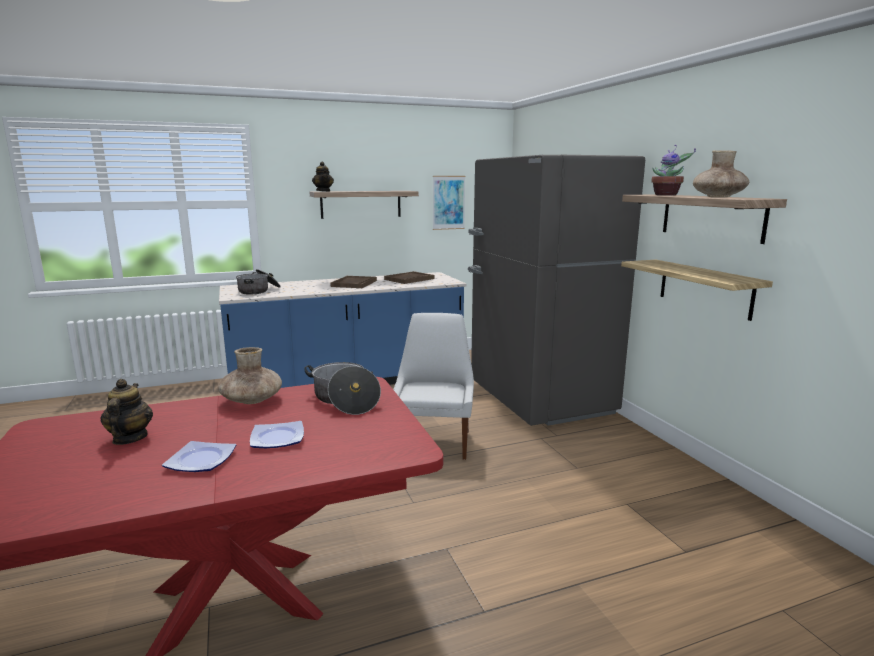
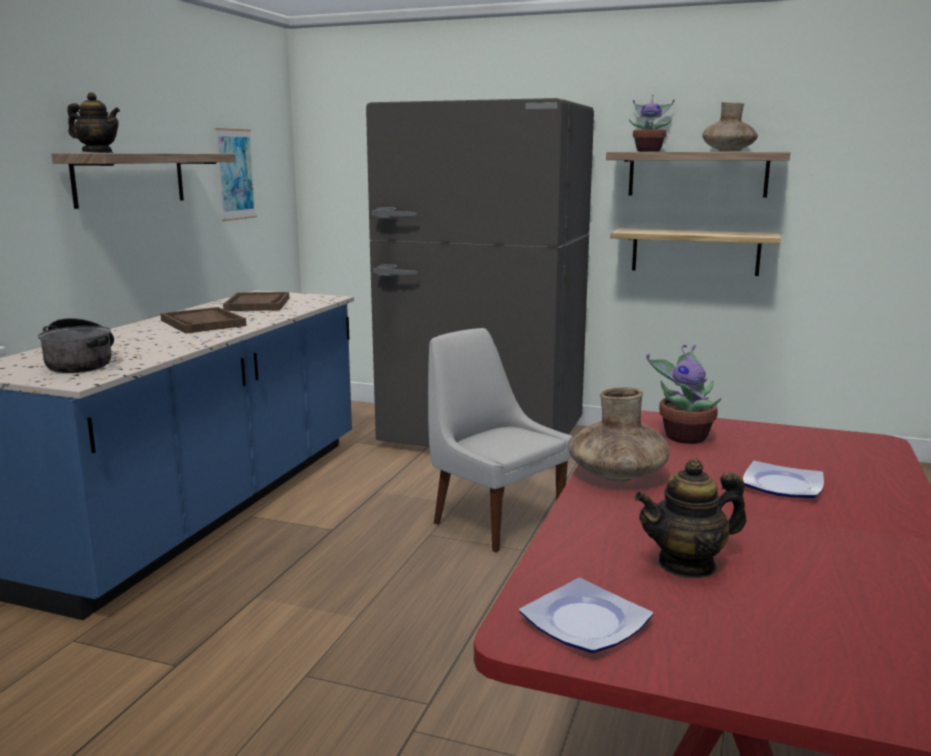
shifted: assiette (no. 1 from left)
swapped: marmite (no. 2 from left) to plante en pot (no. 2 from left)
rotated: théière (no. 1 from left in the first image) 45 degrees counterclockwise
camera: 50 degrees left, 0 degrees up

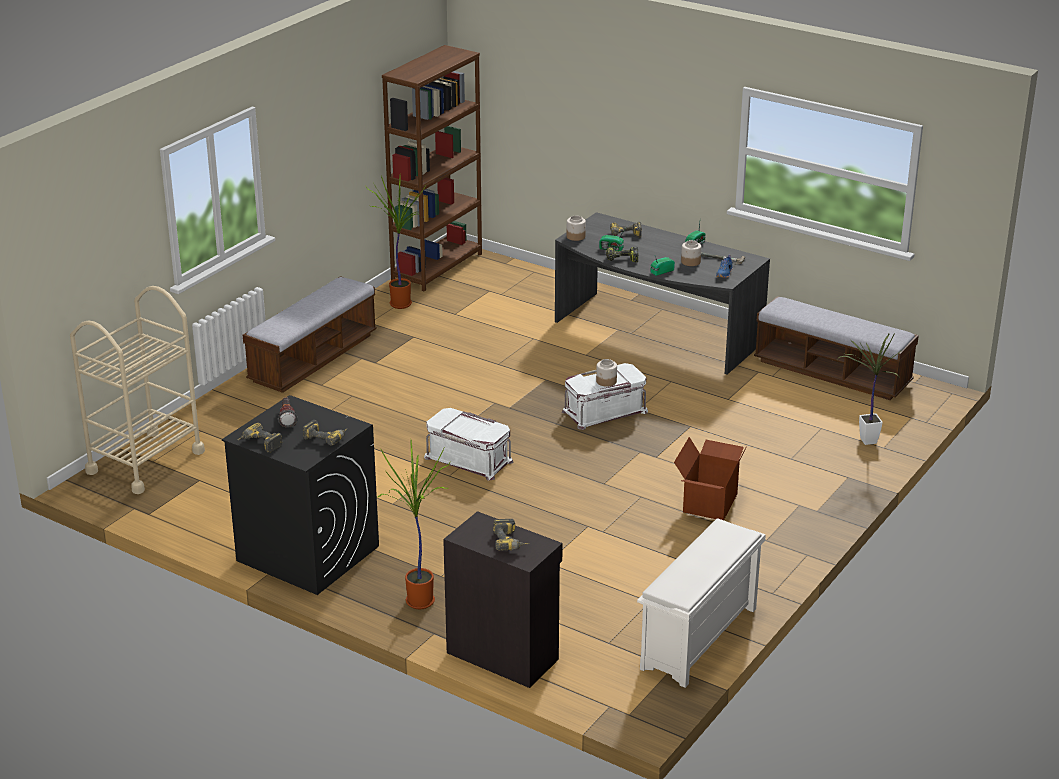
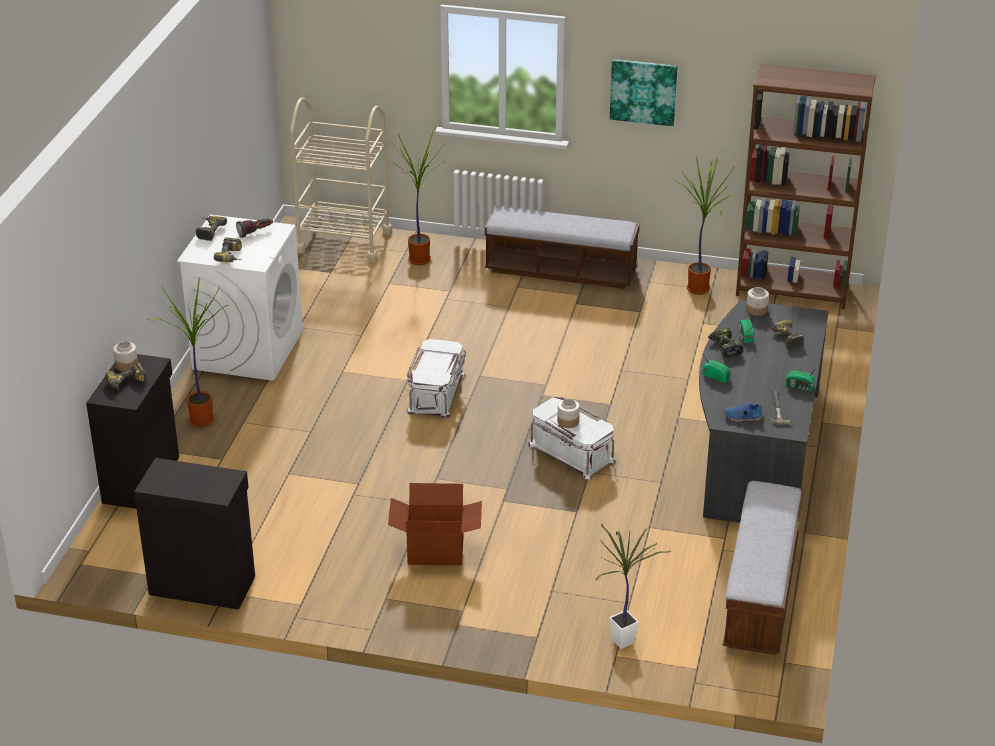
new: plante en pot (no. 2 from left); tableau
shifted: bocal (no. 3 from left in the first image) to bocal (no. 1 from left)
swapped: étagère à chaussures/blanc to meuble de rangement/noir (no. 2 from left)
repainted: lave-linge/noir to lave-linge/blanc
camera: 70 degrees right, 5 degrees up

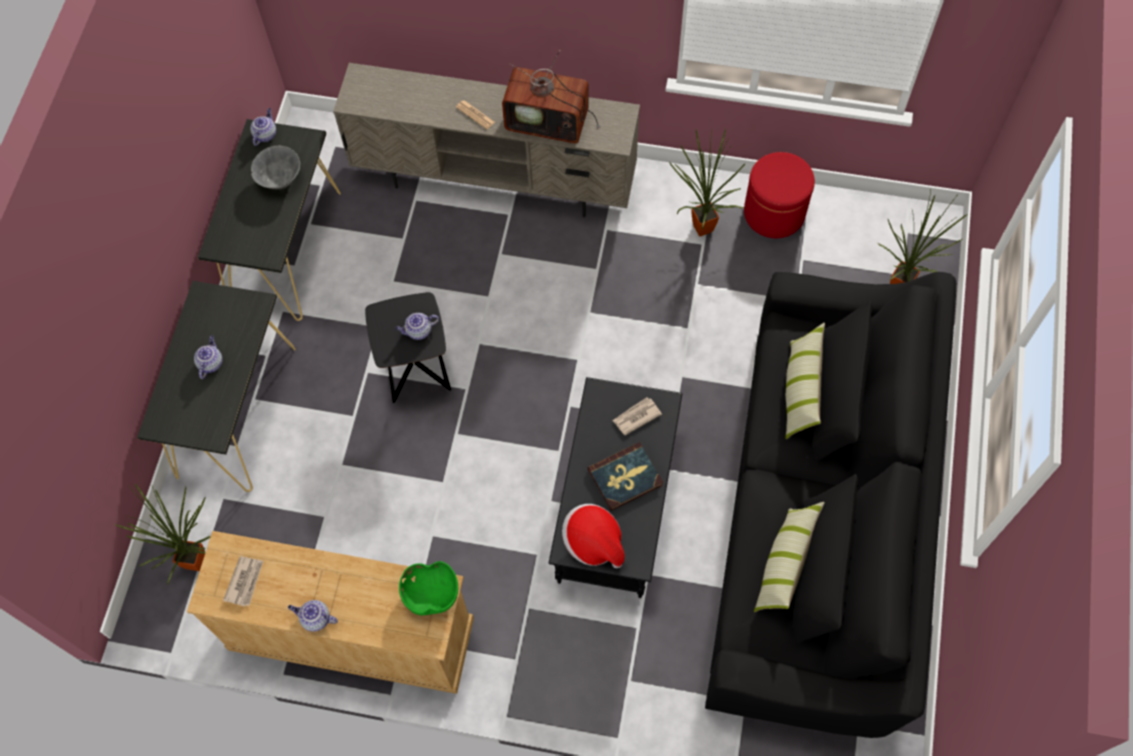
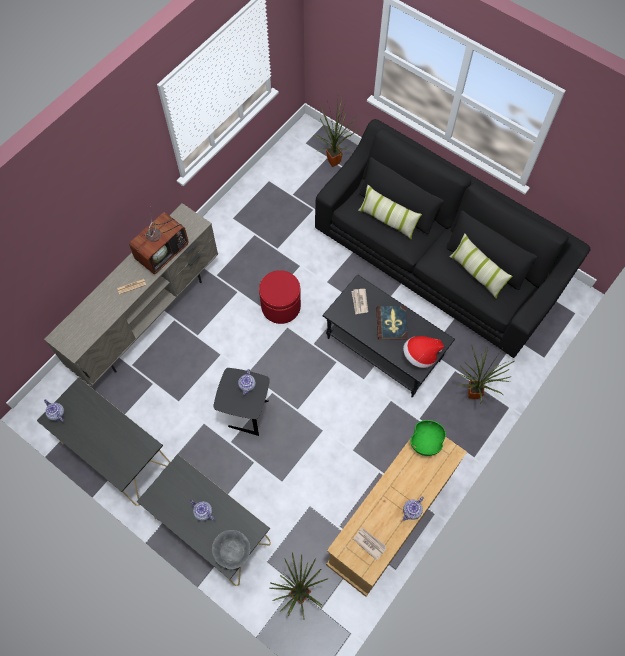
shifted: bol/gris; pouf/rouge; plante en pot (no. 2 from left in the first image) to plante en pot (no. 3 from left)
camera: 65 degrees left, 0 degrees up

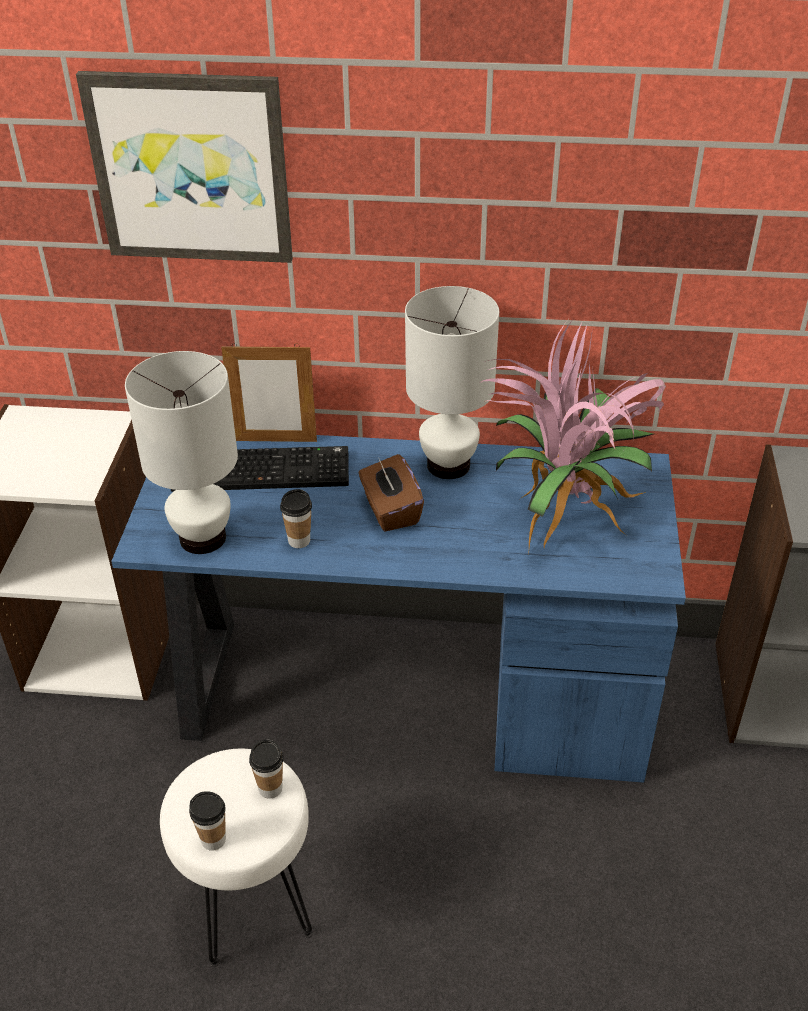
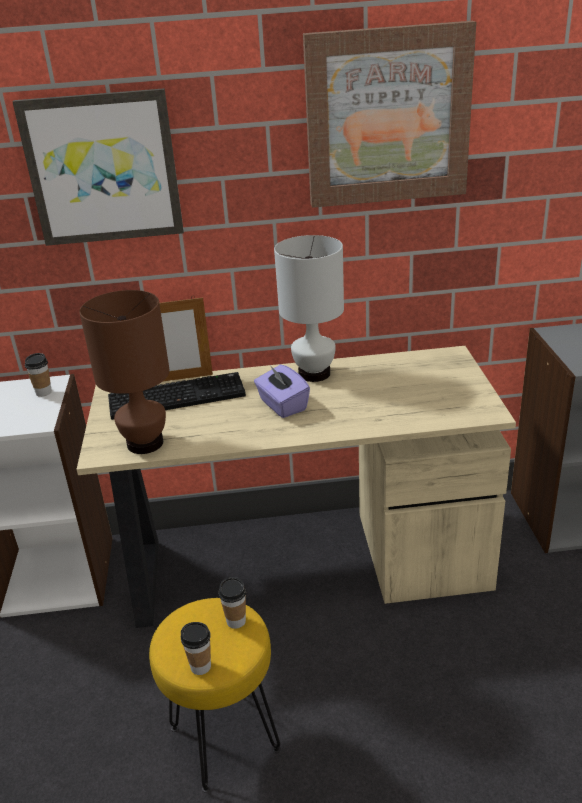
gone: plante en pot
new: tableau (no. 2 from left)
shifted: tasse (no. 3 from left in the first image) to tasse (no. 1 from left)
repainted: bureau/bleu to bureau/beige; lampe de table/blanc (no. 1 from left) to lampe de table/marron; tabouret/blanc to tabouret/jaune; boîte à mouchoirs/marron to boîte à mouchoirs/violet
camera: 10 degrees left, 10 degrees down

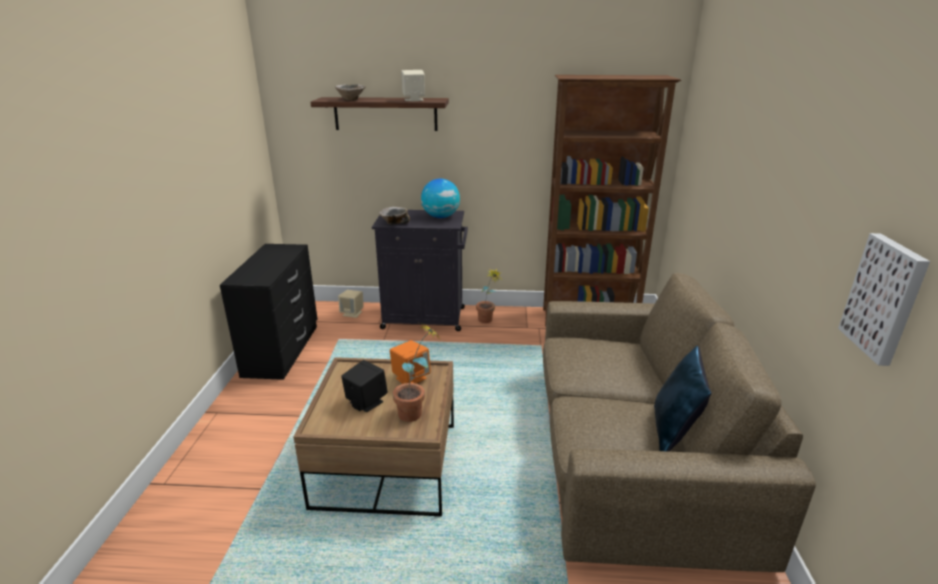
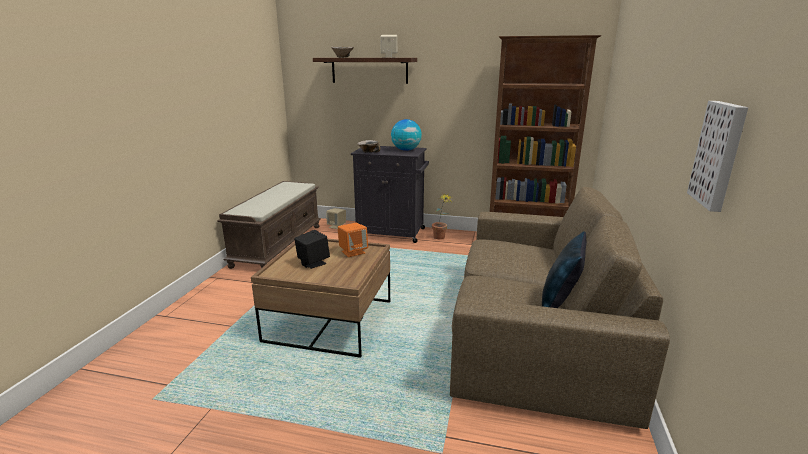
gone: plante en pot (no. 1 from left)
swapped: commode/noir to banc/marron
camera: 10 degrees right, 5 degrees down

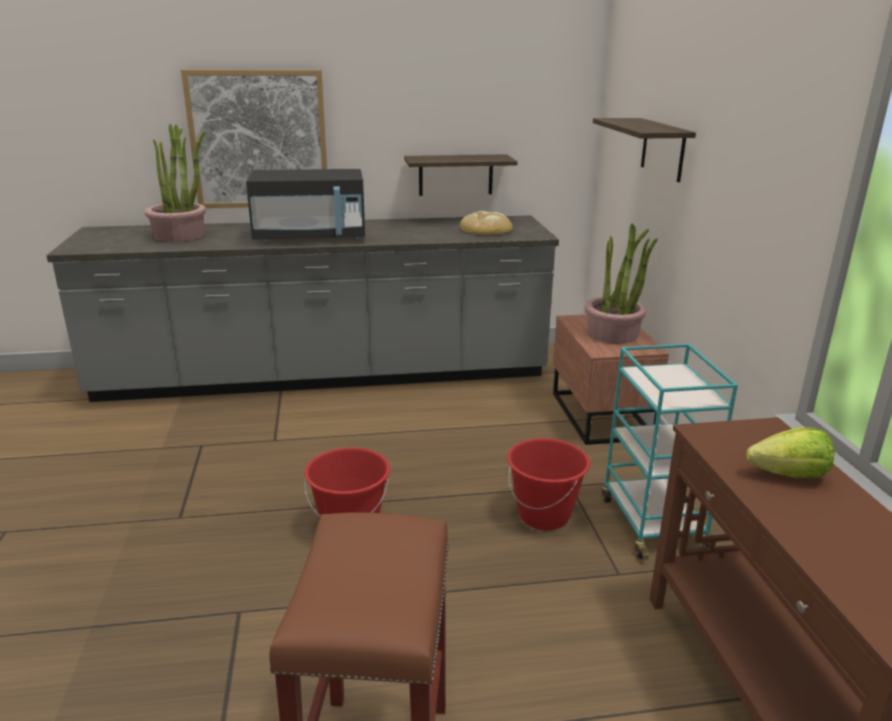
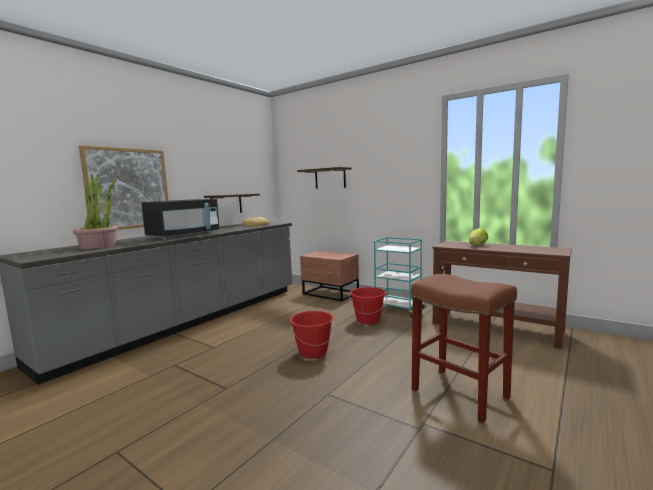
gone: plante en pot (no. 2 from left)
camera: 45 degrees left, 15 degrees down

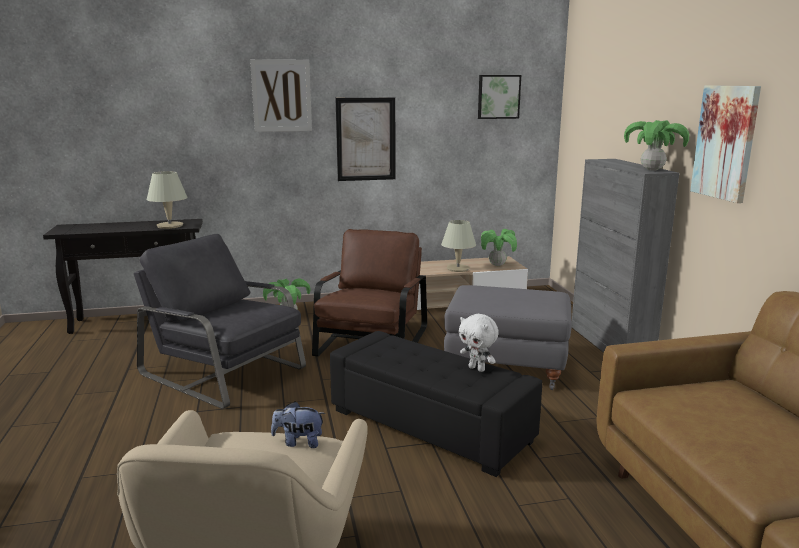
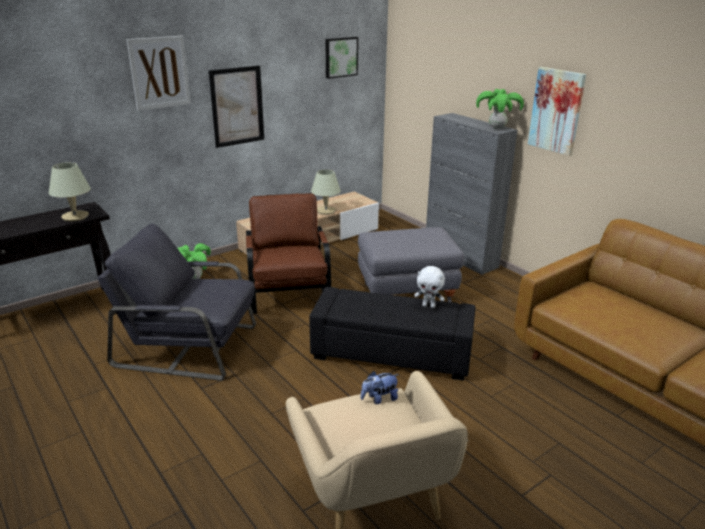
gone: plante en pot (no. 2 from left)
camera: 25 degrees left, 10 degrees up

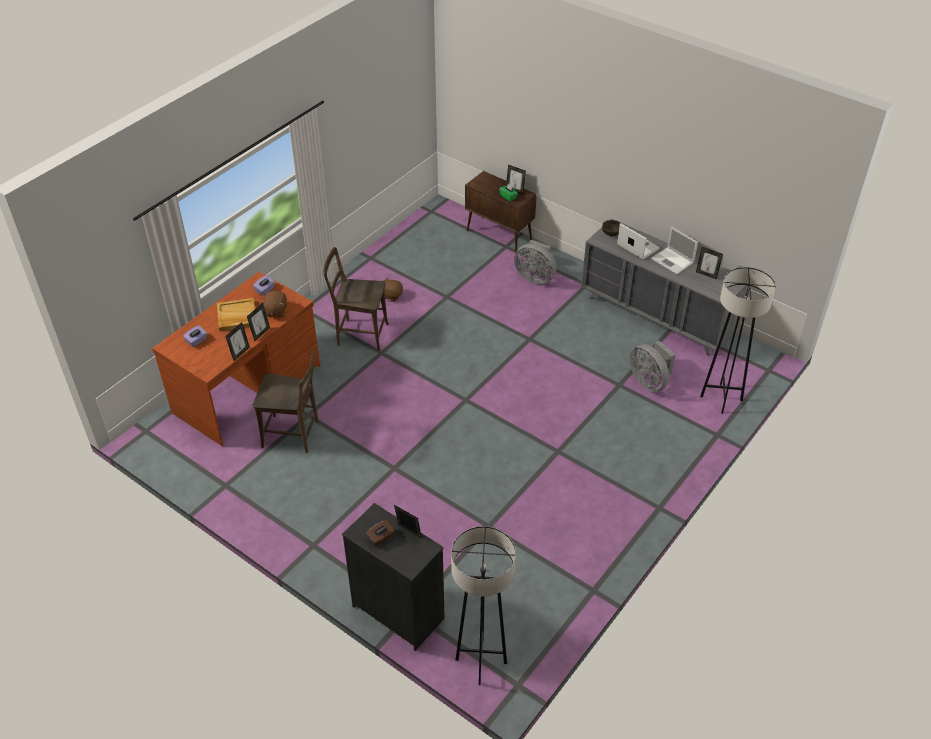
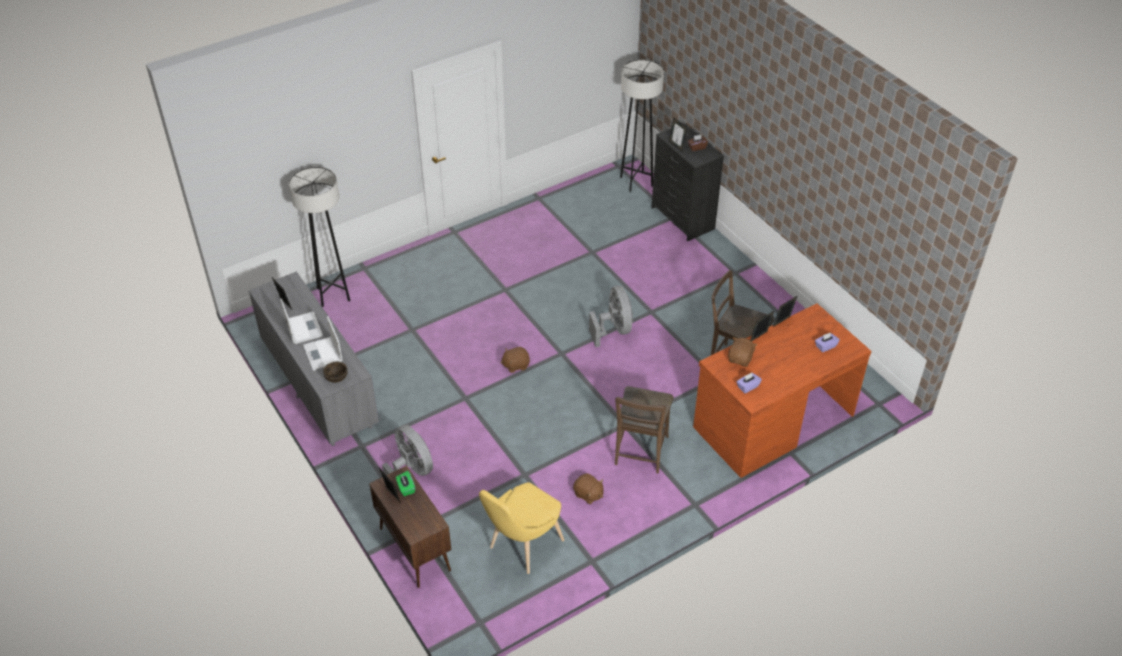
gone: plateau/beige
new: chaise/jaune; peluche/marron (no. 1 from left)
shifted: ventilateur/gris (no. 2 from left)
rotated: chaise/marron (no. 2 from left in the first image) 75 degrees clockwise
camera: 160 degrees left, 0 degrees up

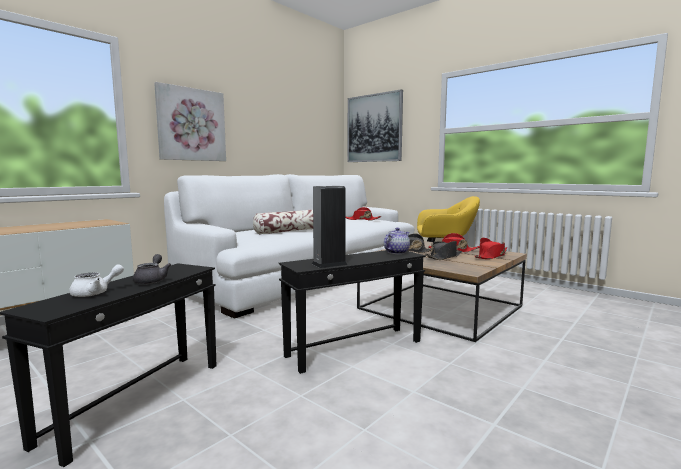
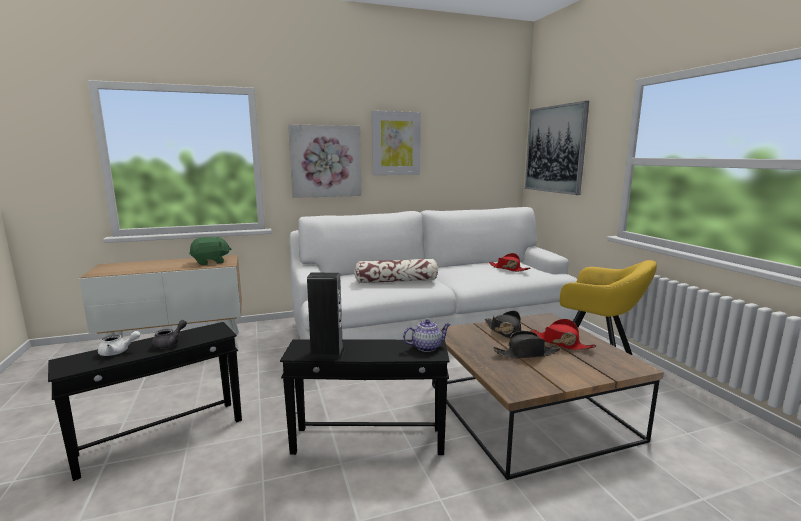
gone: chapeau/rouge (no. 3 from left)
new: peluche/vert; tableau (no. 2 from left)
camera: 30 degrees right, 5 degrees up

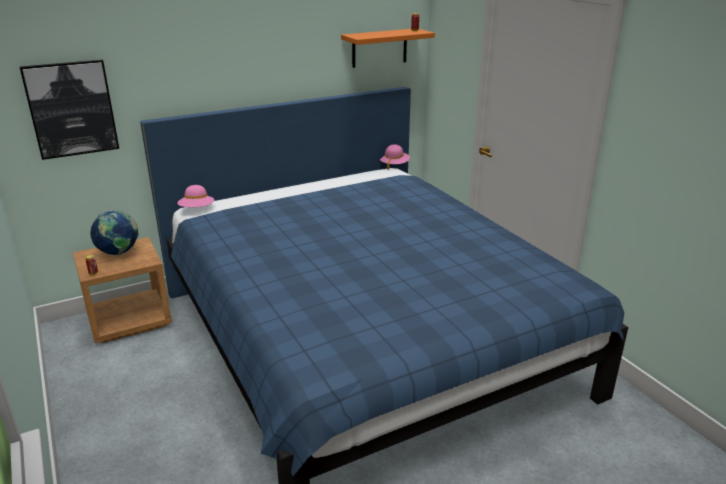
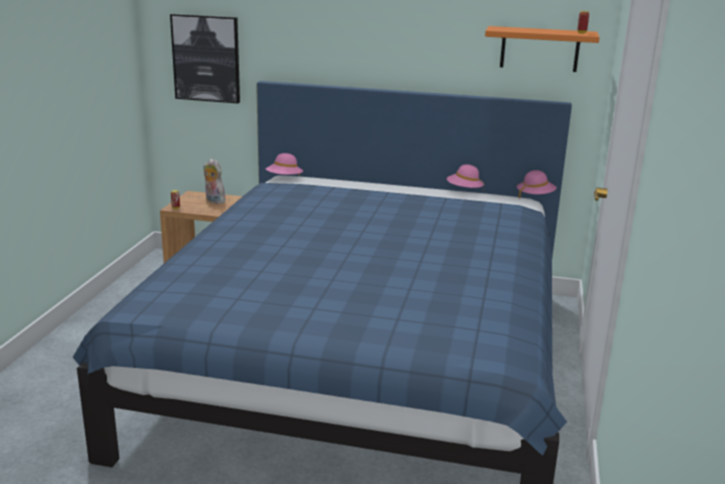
new: chapeau/rose (no. 2 from left)
swapped: globe to peluche
camera: 40 degrees right, 5 degrees down

